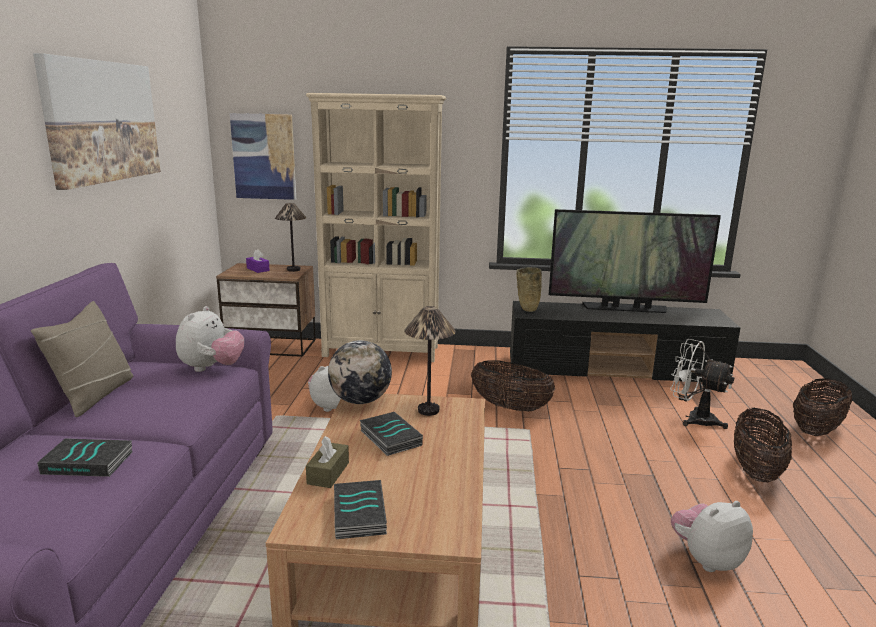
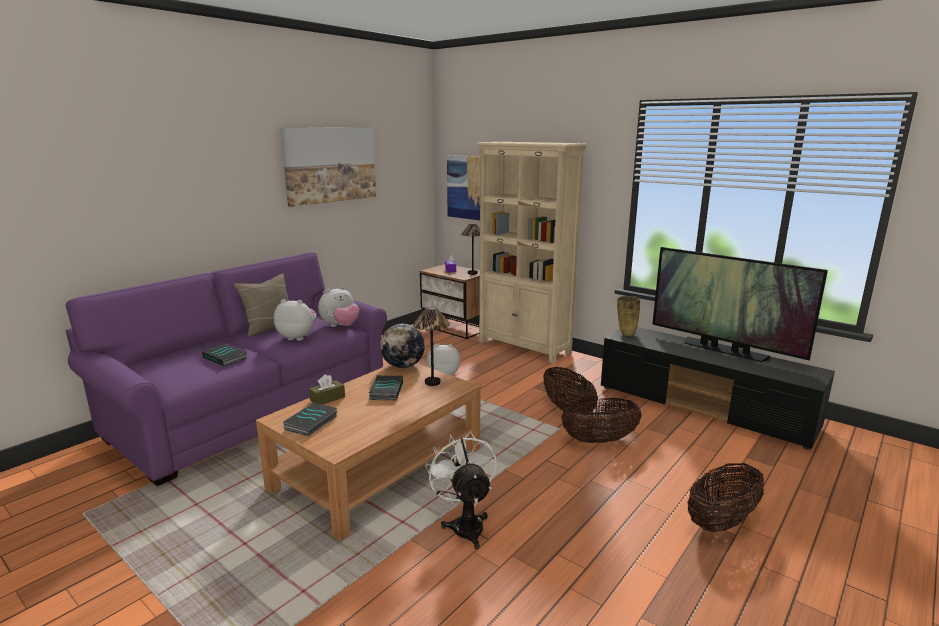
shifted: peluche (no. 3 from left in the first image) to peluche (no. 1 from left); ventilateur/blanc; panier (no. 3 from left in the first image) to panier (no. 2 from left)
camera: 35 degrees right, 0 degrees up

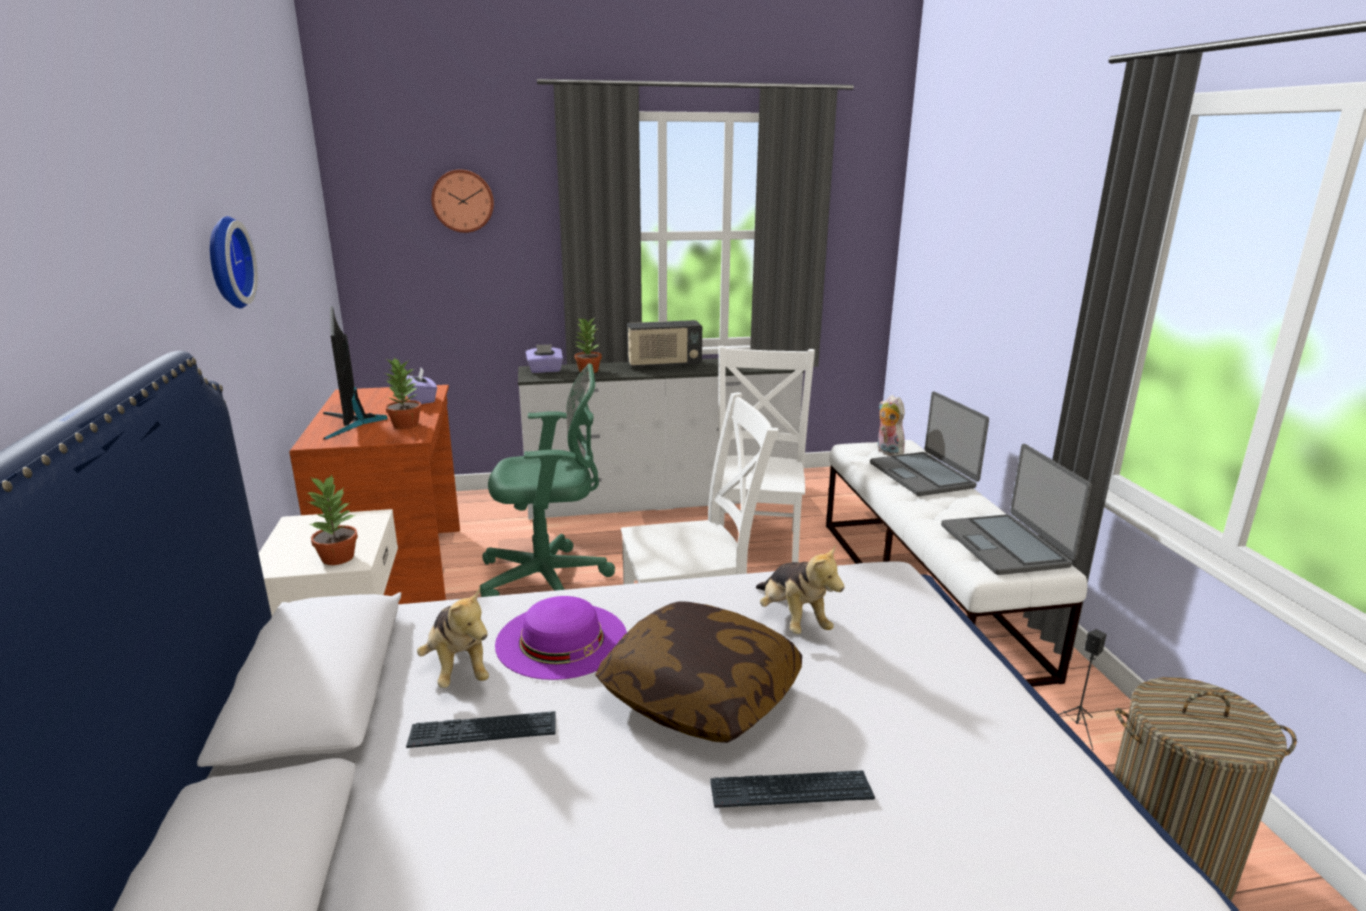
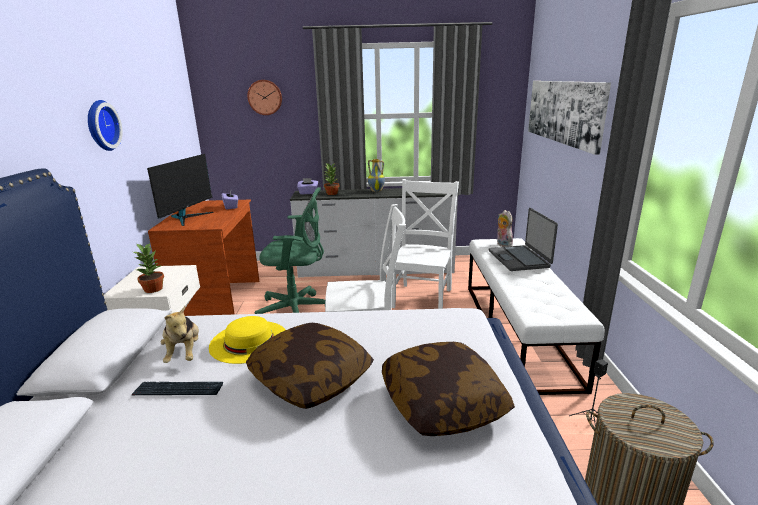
gone: plante en pot (no. 2 from left); clavier (no. 2 from left); peluche (no. 2 from left); ordinateur portable (no. 2 from left)
new: coussin (no. 2 from left); tableau
swapped: radio to vase
repainted: chapeau/violet to chapeau/jaune
rotated: écran d'ordinateur 150 degrees counterclockwise
camera: 10 degrees right, 0 degrees up

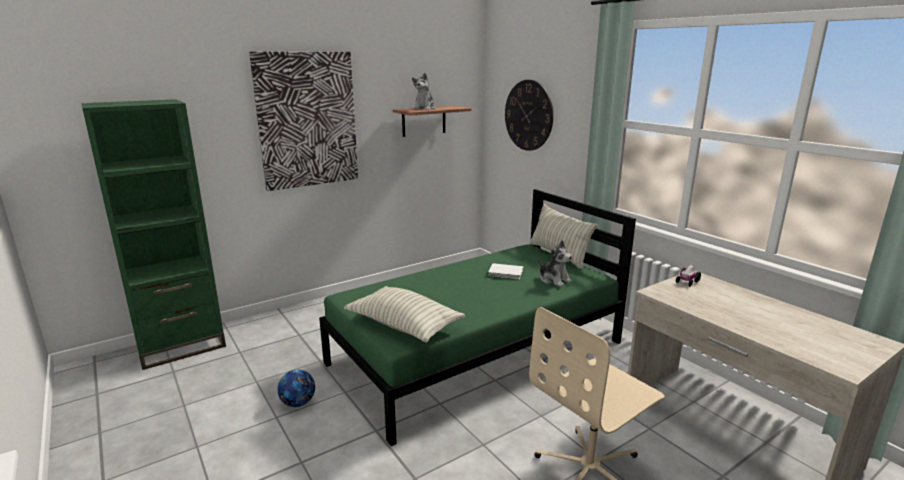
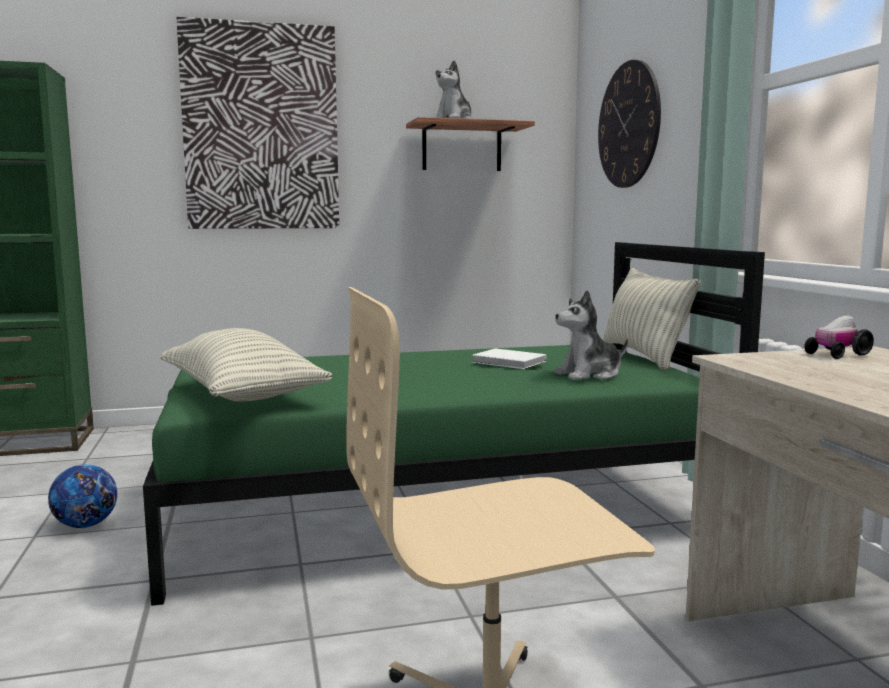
rotated: peluche (no. 2 from left) 90 degrees clockwise
camera: 20 degrees right, 10 degrees down

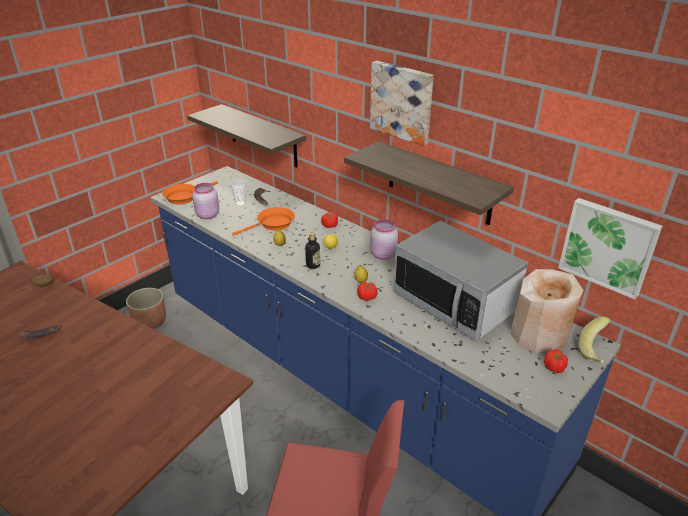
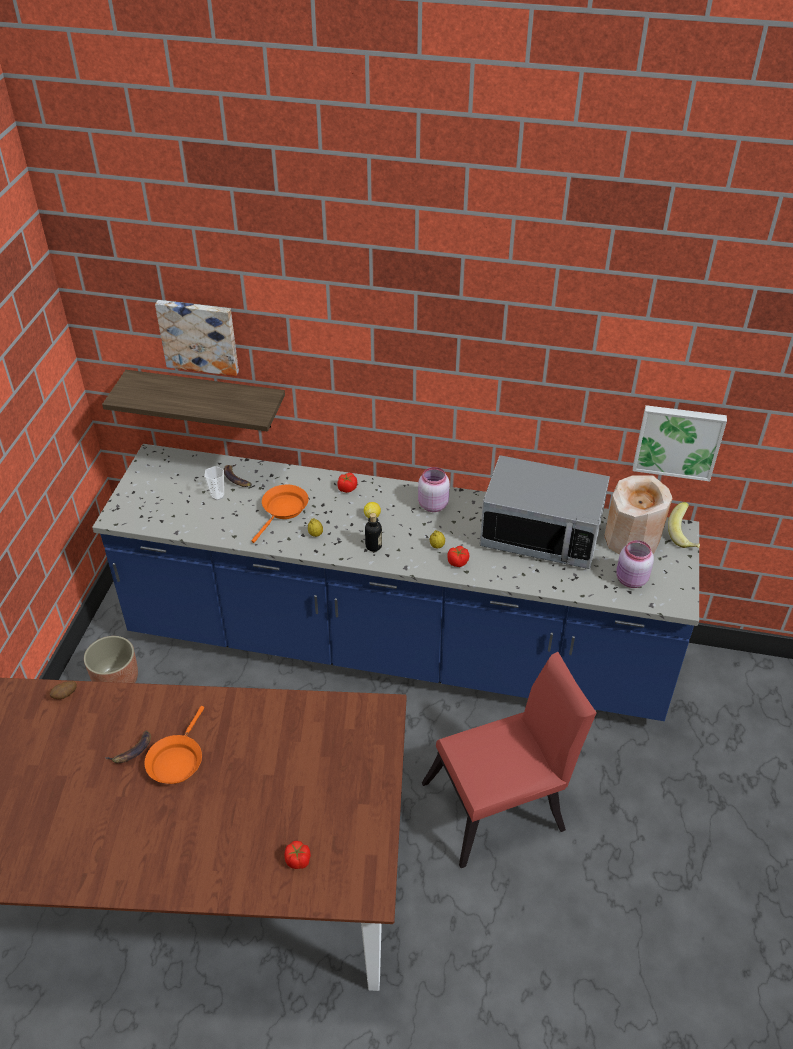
gone: étagère (no. 2 from left)
shifted: poêle/orange (no. 1 from left); tableau (no. 1 from left); tomate (no. 3 from left in the first image) to tomate (no. 1 from left); bocal/rose (no. 1 from left in the first image) to bocal/rose (no. 2 from left)
camera: 30 degrees left, 10 degrees up

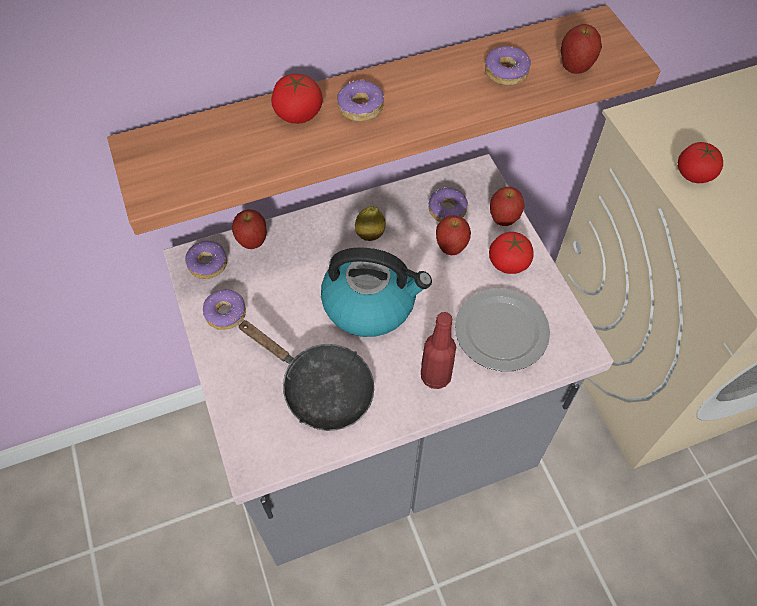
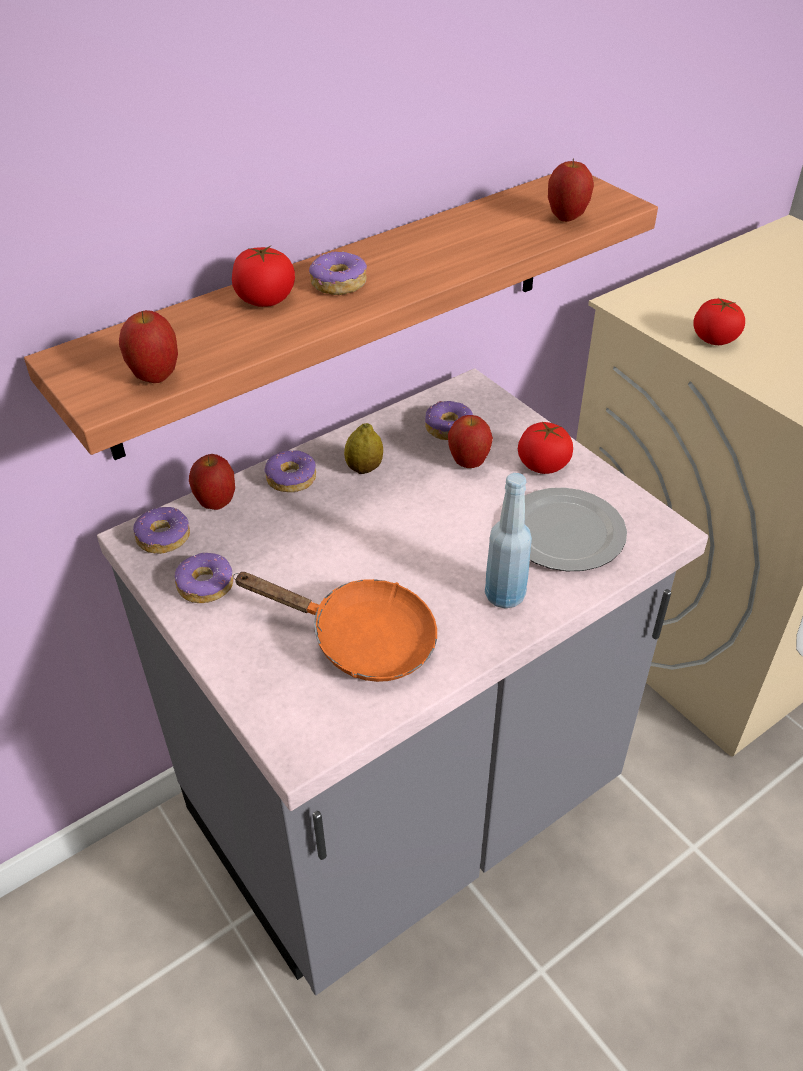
gone: bouilloire
shifted: pomme (no. 3 from left in the first image) to pomme (no. 1 from left); beignet (no. 5 from left in the first image) to beignet (no. 3 from left)
repainted: poêle/noir to poêle/orange; bouteille/rouge to bouteille/bleu
camera: 15 degrees left, 15 degrees down

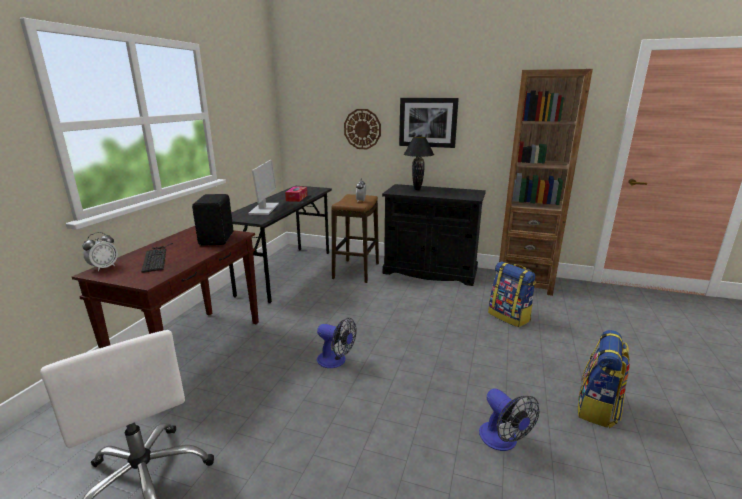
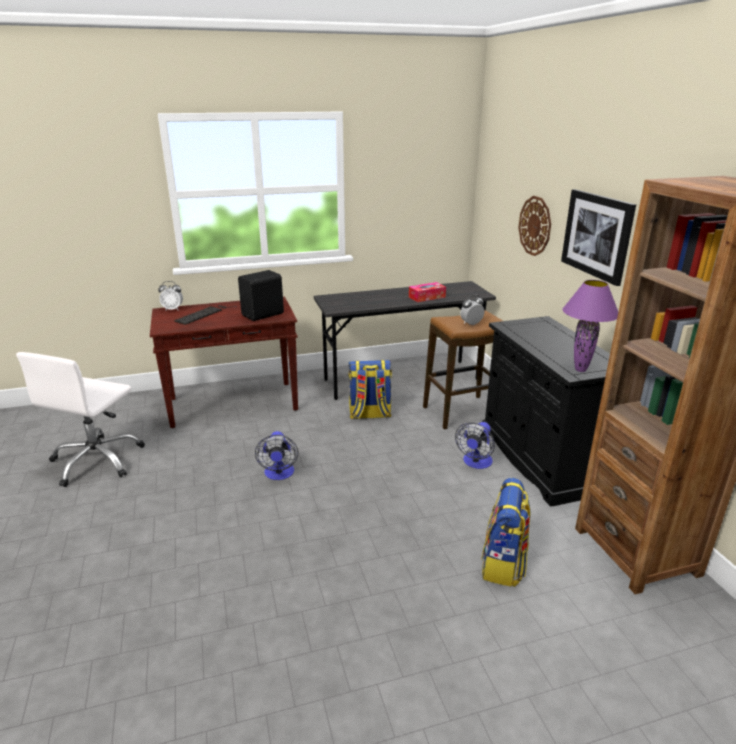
gone: écran d'ordinateur; lampe de table/noir
new: lampe de table/violet
shifted: sac à dos (no. 2 from left in the first image) to sac à dos (no. 1 from left); ventilateur (no. 2 from left)
camera: 55 degrees right, 5 degrees up

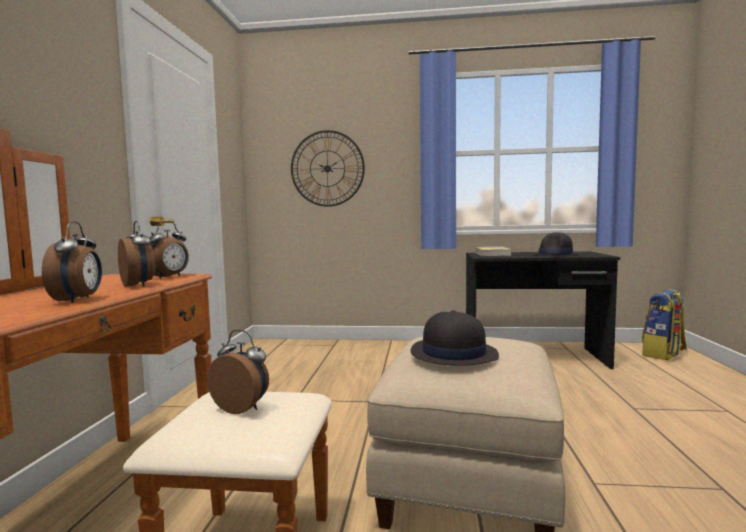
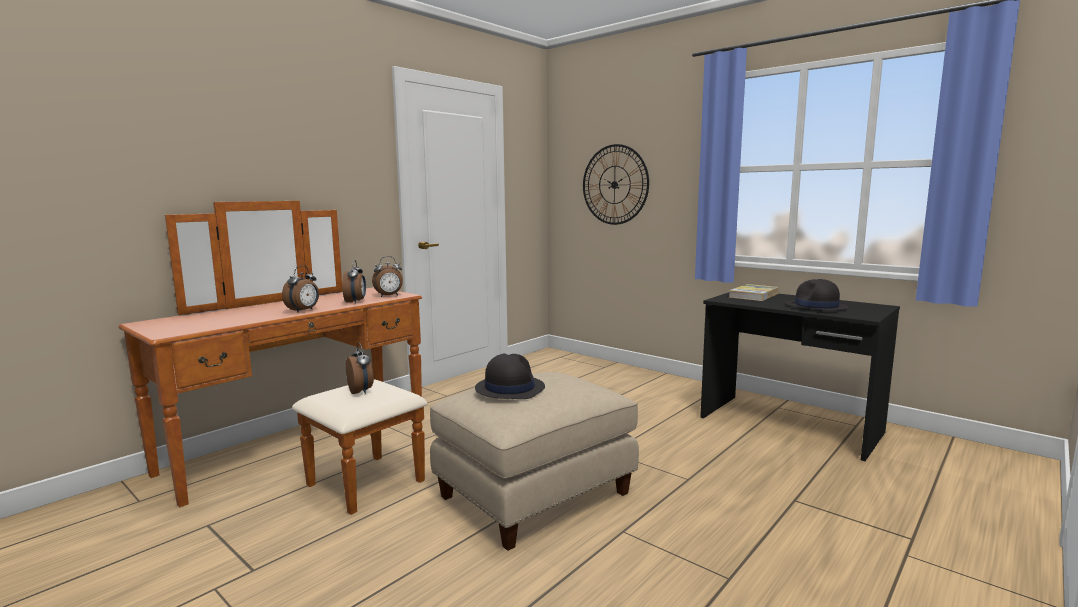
gone: sac à dos
camera: 35 degrees right, 5 degrees up

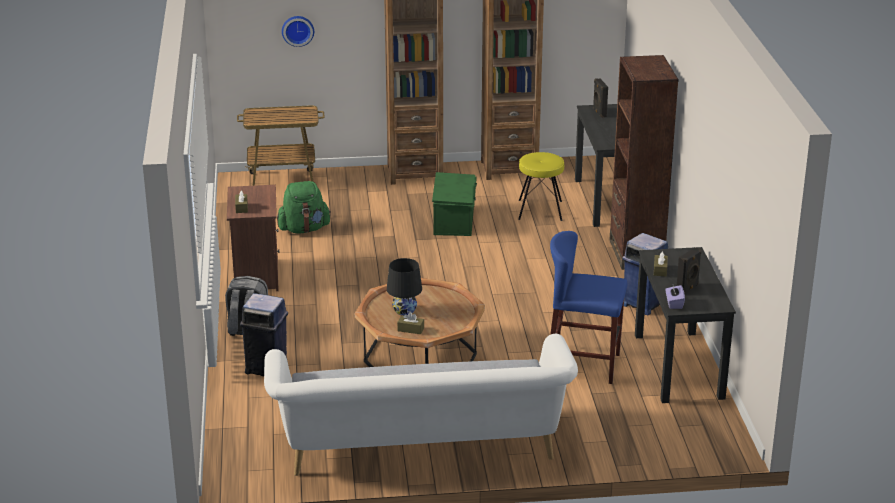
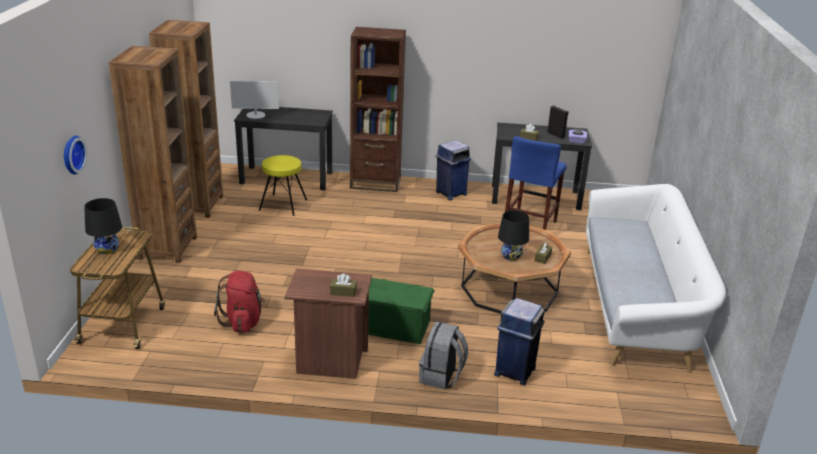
new: lampe de table/noir (no. 1 from left)
shifted: boîte de rangement/vert
swapped: enceinte/noir (no. 1 from left) to écran d'ordinateur
repainted: sac à dos/vert to sac à dos/rouge
camera: 80 degrees left, 0 degrees up

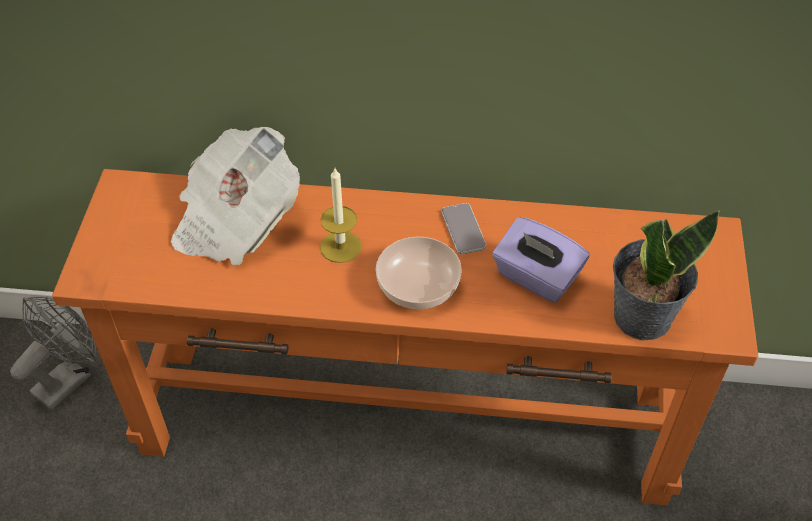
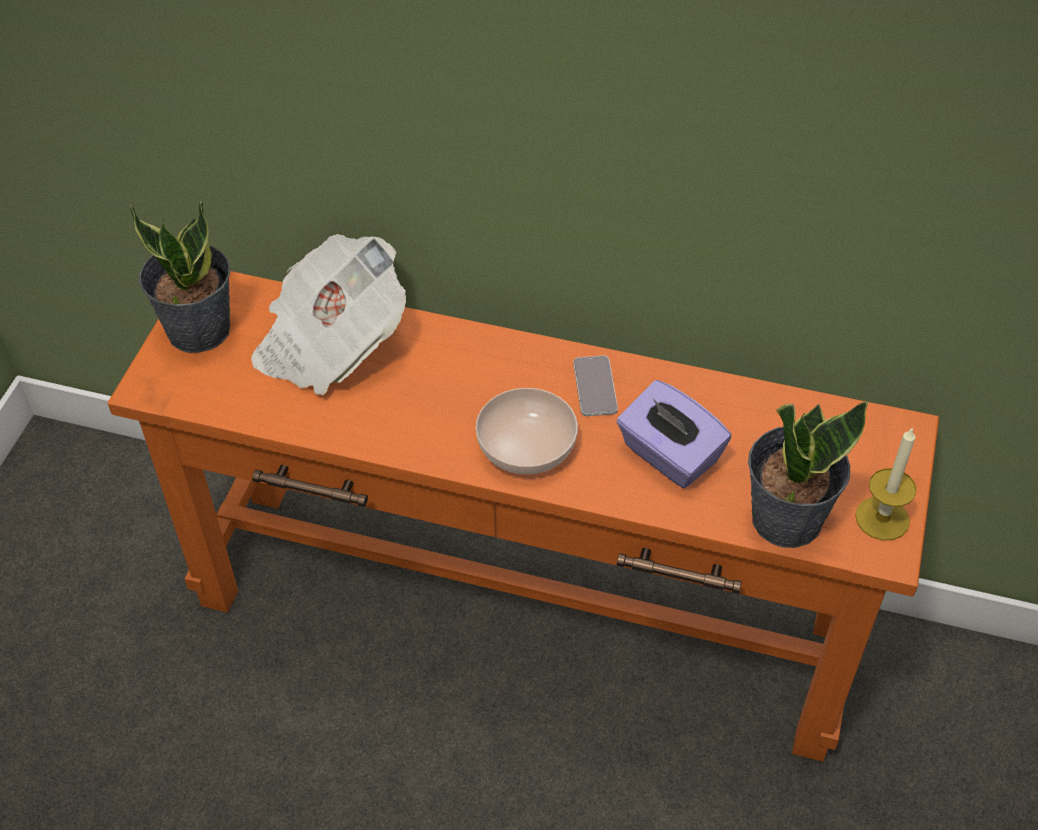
gone: ventilateur/gris
new: plante en pot (no. 1 from left)
shifted: bougie
camera: 10 degrees right, 0 degrees up

